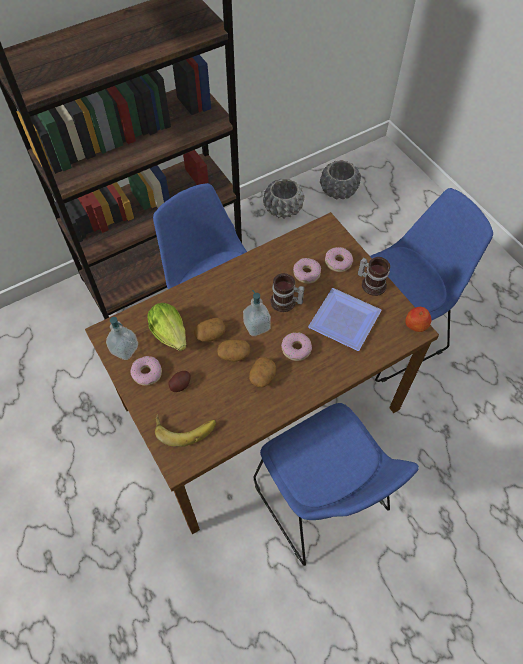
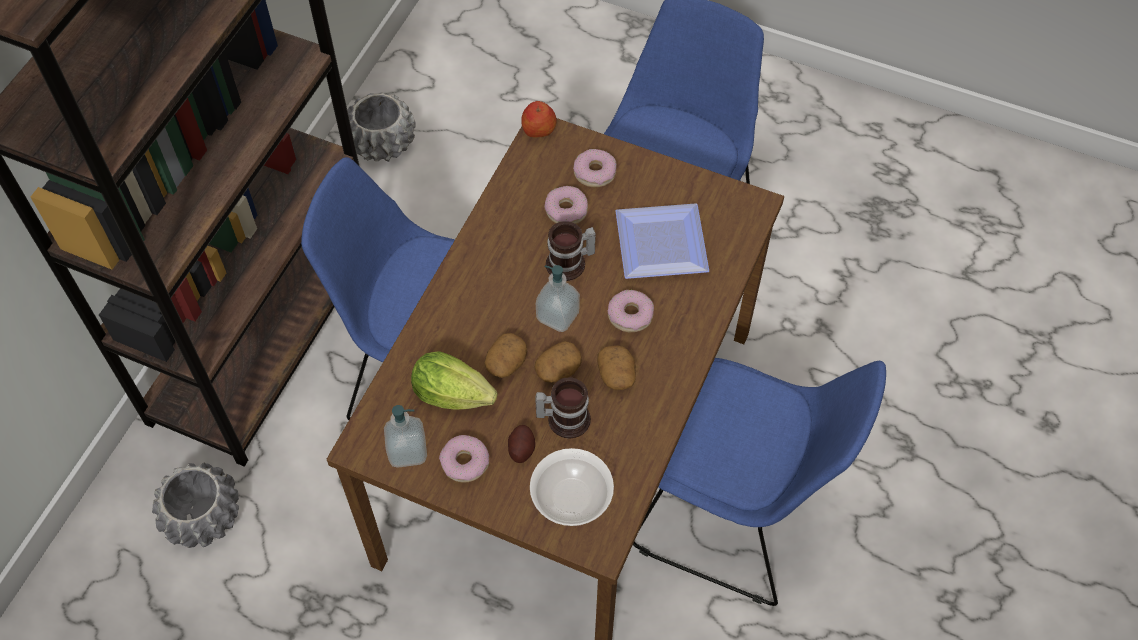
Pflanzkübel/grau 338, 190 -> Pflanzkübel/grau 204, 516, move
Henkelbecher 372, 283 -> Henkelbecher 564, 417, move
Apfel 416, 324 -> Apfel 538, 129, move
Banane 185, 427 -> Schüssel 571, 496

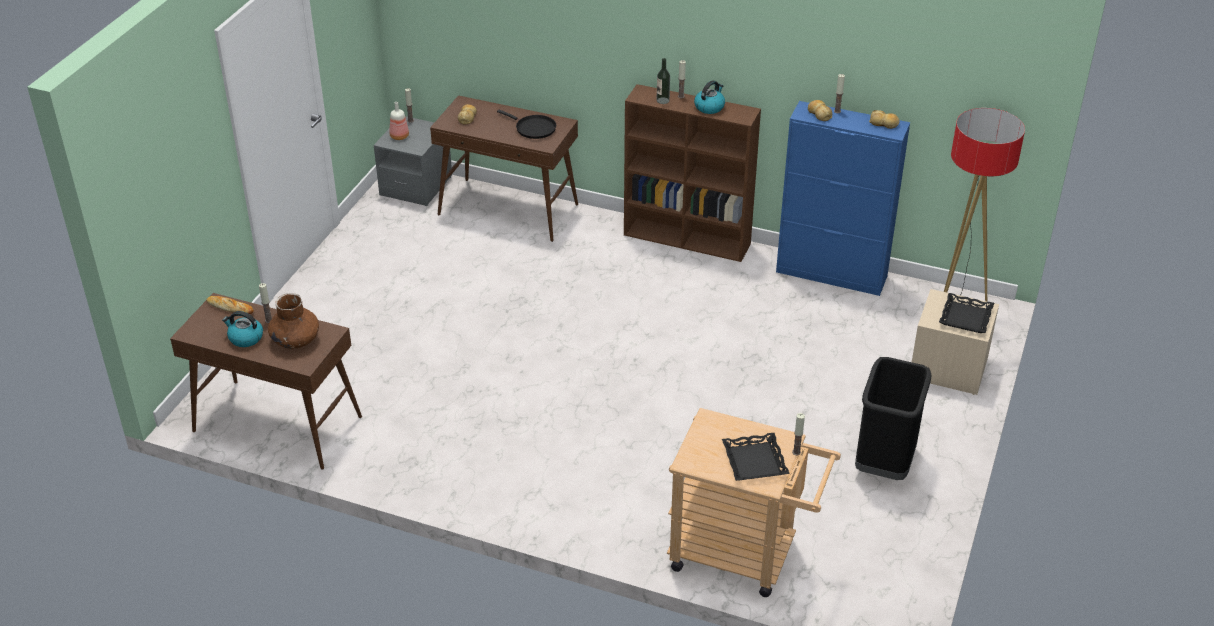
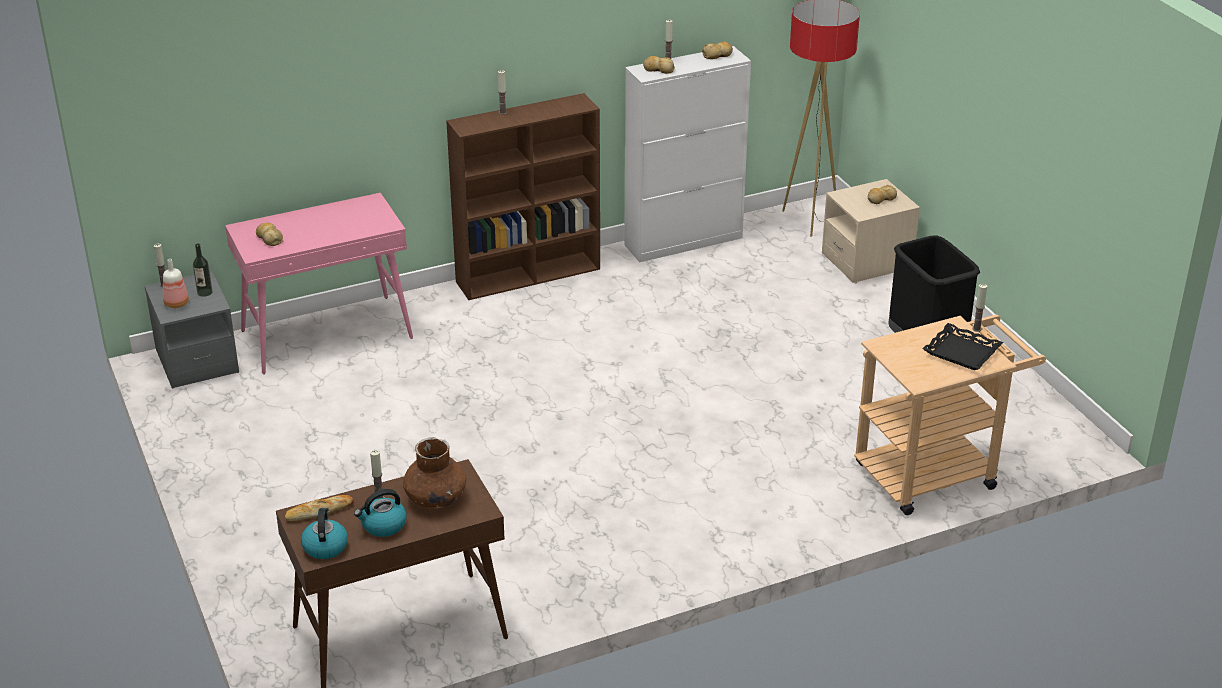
Pfanne/schwarz 533, 128 -> none
Flasche 662, 100 -> Flasche 204, 292, move
Wasserkessel 709, 107 -> Wasserkessel 325, 546, move
Tablett/schwarz 966, 317 -> Brot 881, 199
Konsolentisch/braun 509, 210 -> Konsolentisch/rosa 327, 334
Schrank/blau 832, 274 -> Schrank/weiß 684, 241

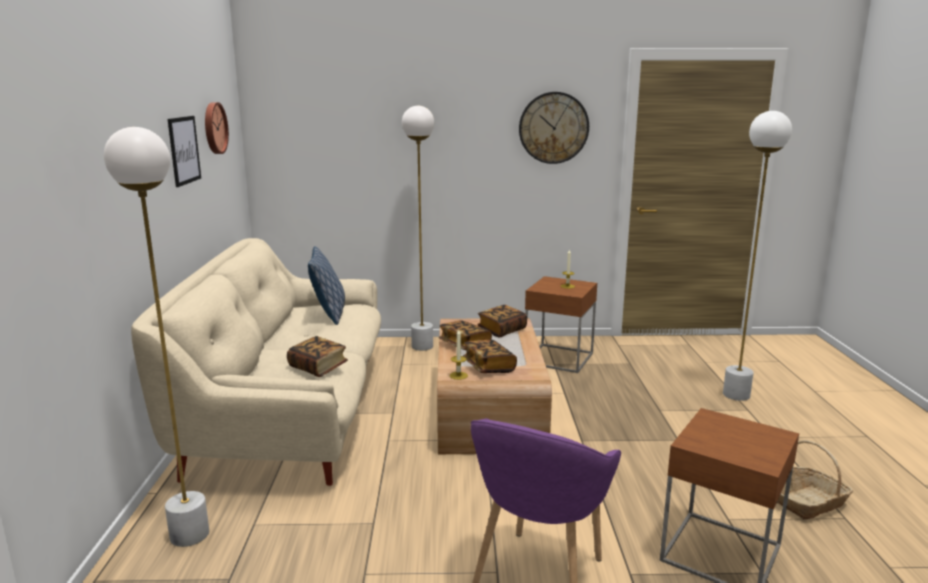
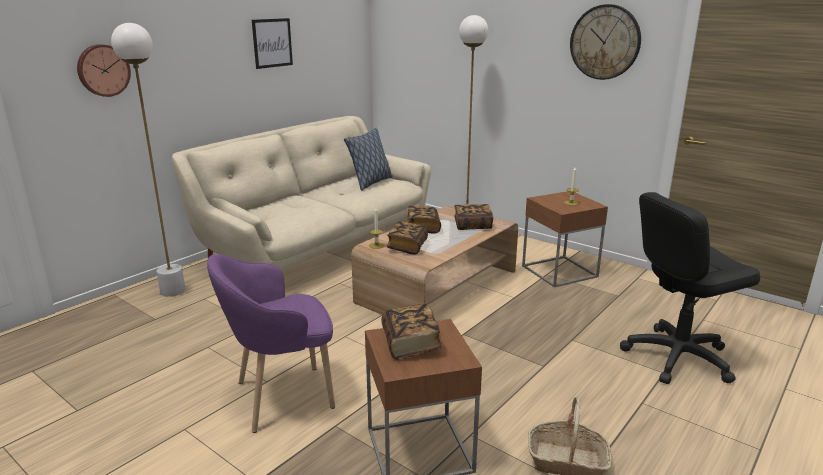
Wanduhr 214, 128 -> Wanduhr 103, 70, move
Buch 318, 367 -> Buch 411, 344, move
Stehlampe/weiß 736, 395 -> Bürostuhl/schwarz 677, 357

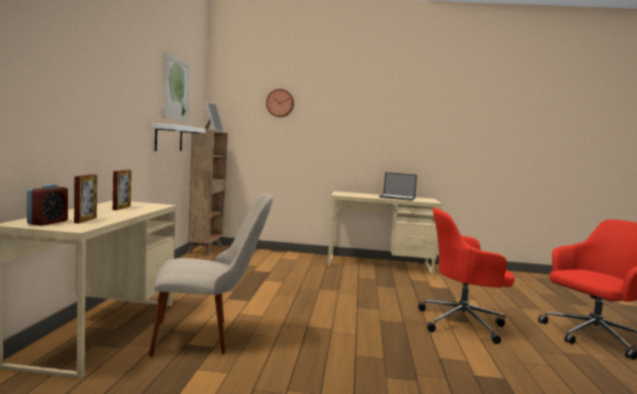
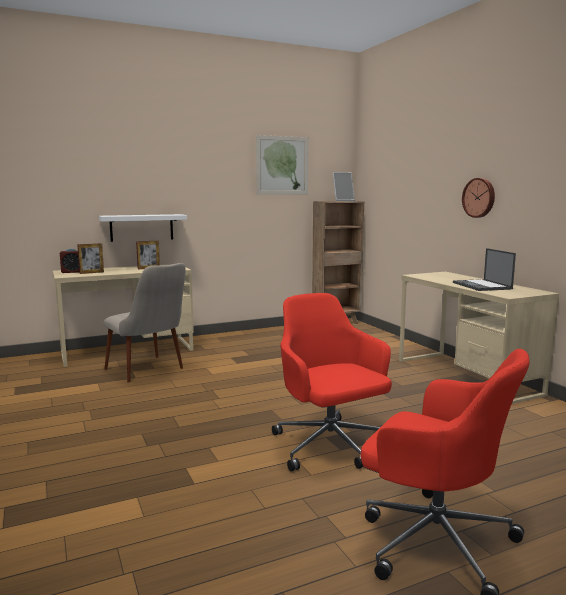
Wandregal/weiß 169, 138 -> Wandregal/weiß 141, 227, move
Wanduhr 280, 103 -> Wanduhr 479, 197, move

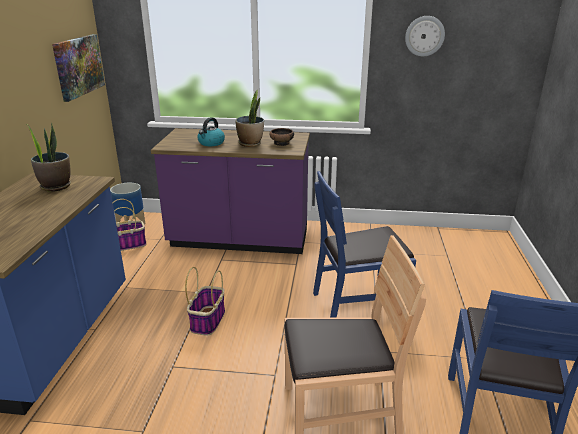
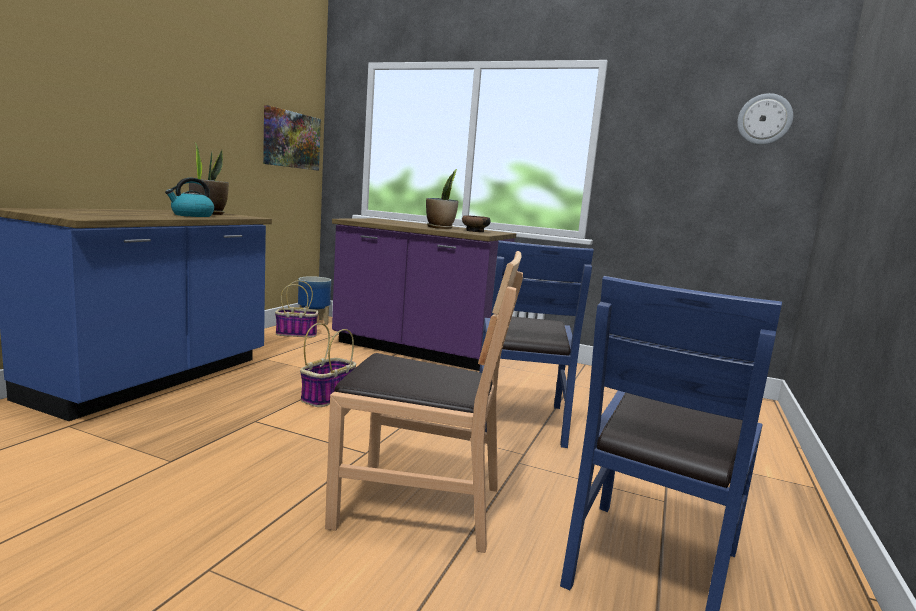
Wasserkessel 211, 143 -> Wasserkessel 192, 215, move
Wanduhr 424, 36 -> Wanduhr 764, 119, move
Stuhl/blau 358, 305 -> Stuhl/blau 520, 420, 90 degrees counterclockwise

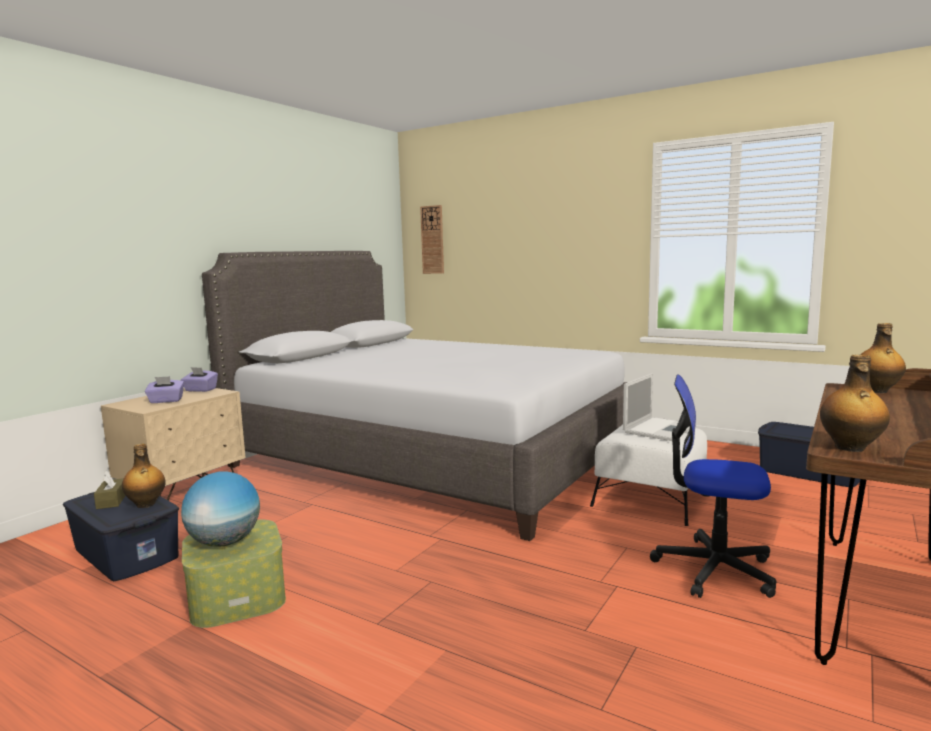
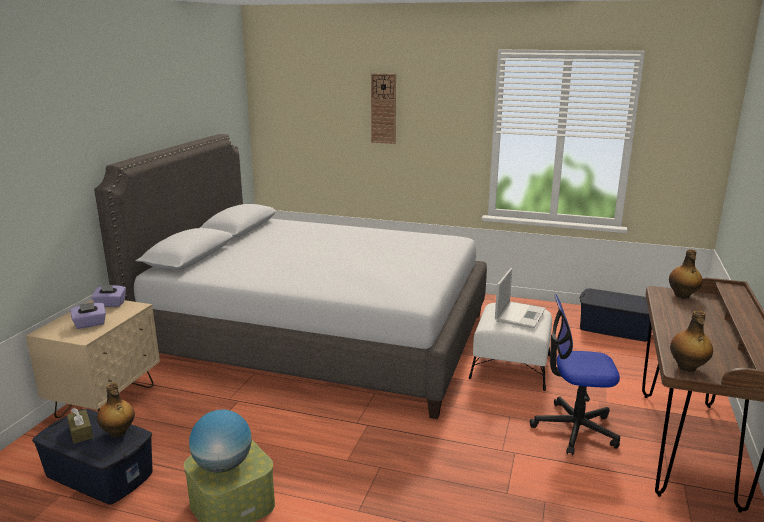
Wanduhr 432, 240 -> Wanduhr 383, 108, move

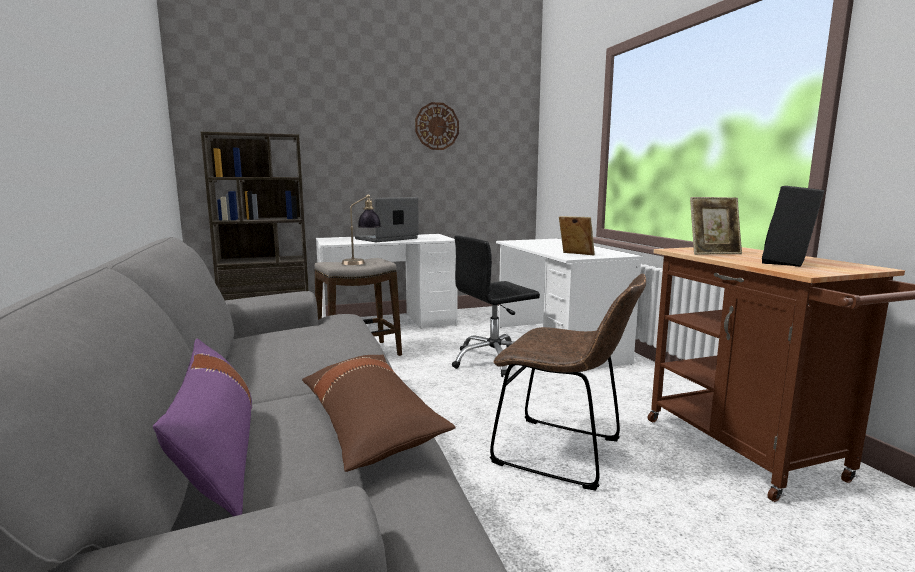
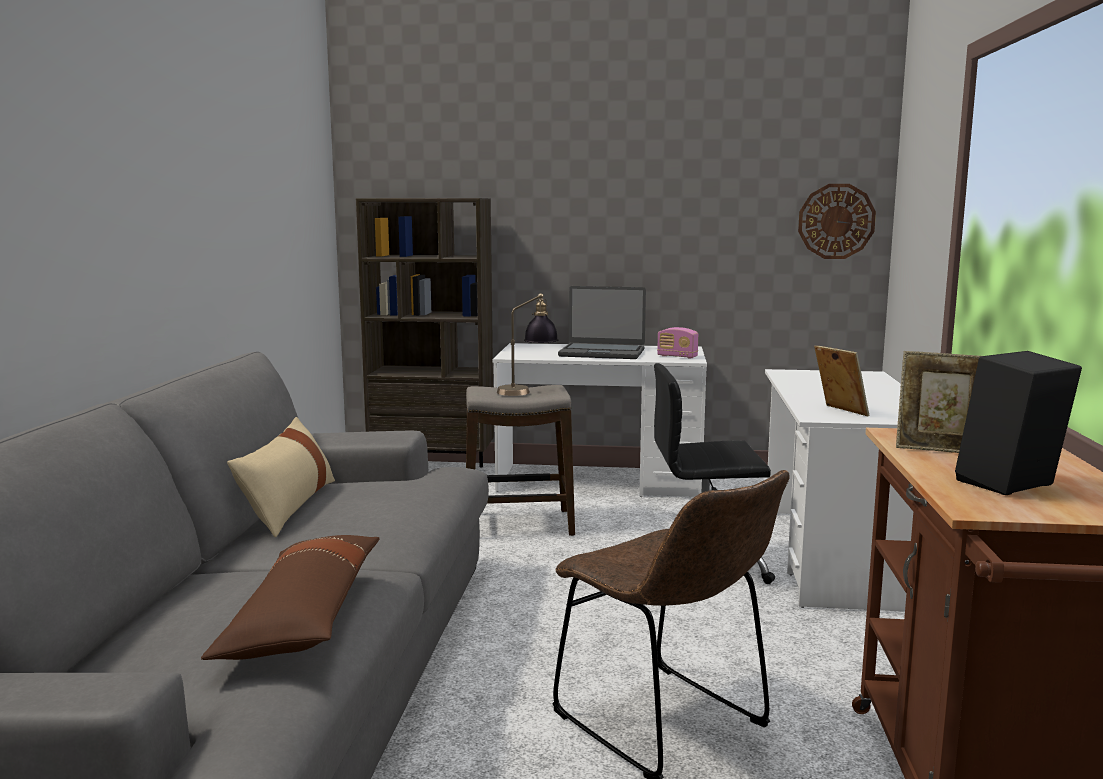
Kissen/lila 219, 457 -> none
none -> Kissen/beige 289, 506
none -> Radio 677, 356
Wanduhr 437, 126 -> Wanduhr 836, 221, move
Laptop 387, 239 -> Laptop 602, 353, 150 degrees counterclockwise

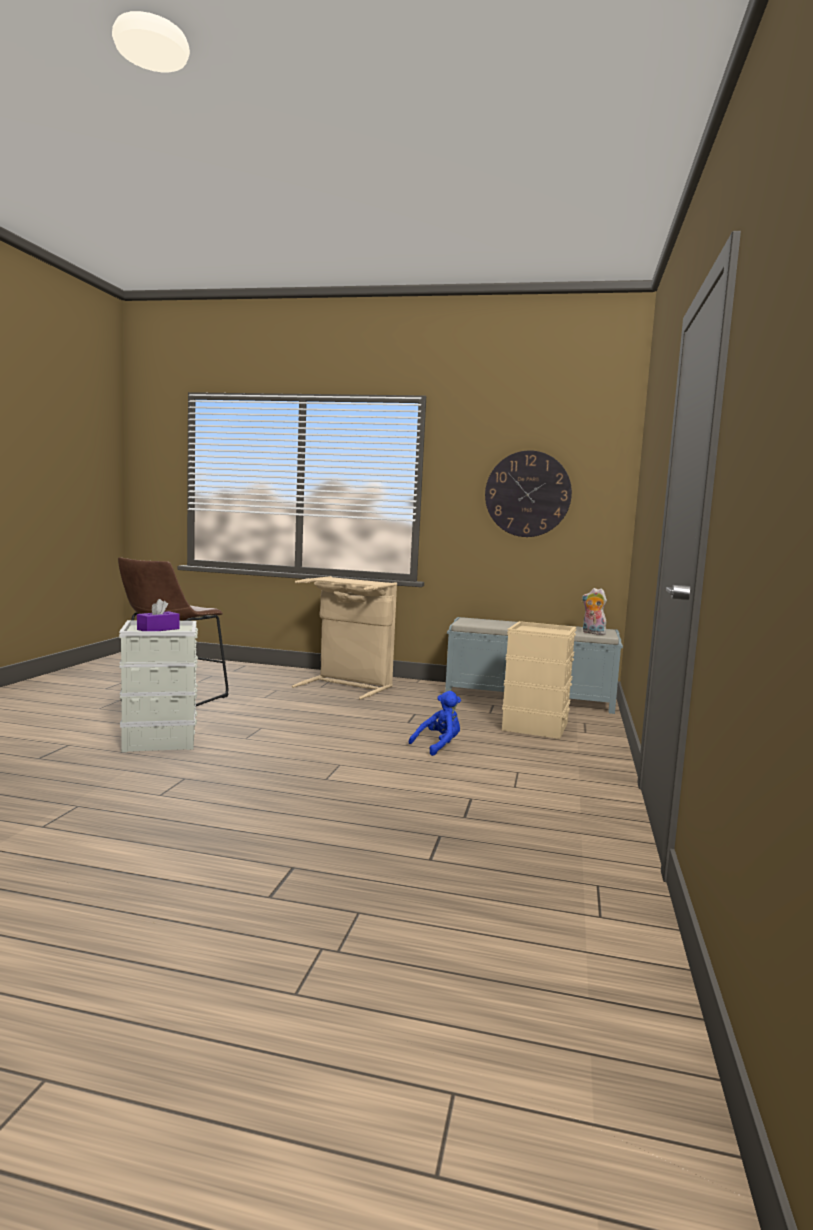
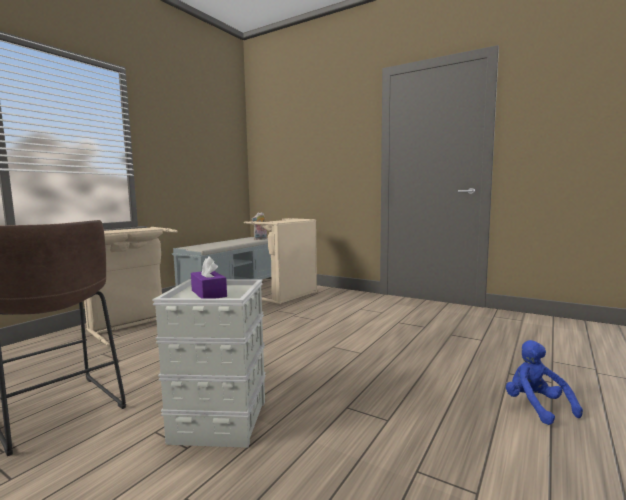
Wanduhr 527, 494 -> none
Plüschtier/blau 438, 746 -> Plüschtier/blau 536, 407, move
Aufbewahrungsbox/beige 534, 727 -> Wäschekorb/beige 287, 296

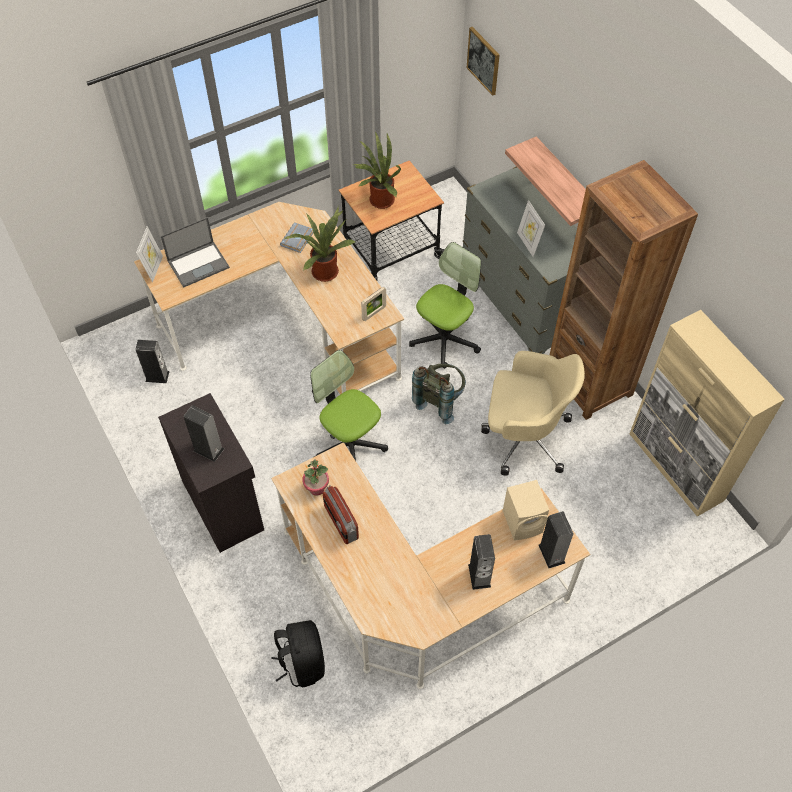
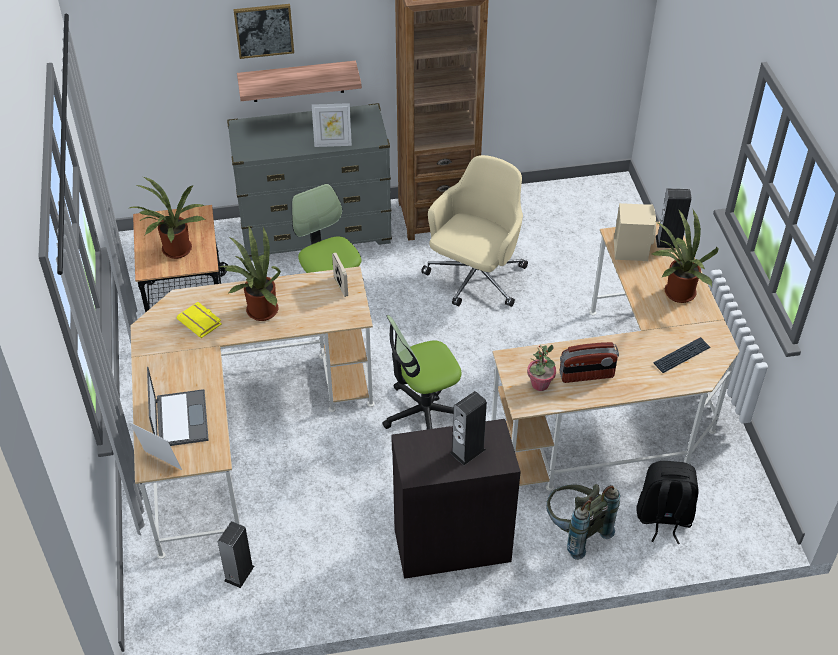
Schrank/beige 676, 467 -> none
none -> Tastatur 682, 356
Rucksack/grau 440, 400 -> Rucksack/grau 575, 531, move
Bild 484, 60 -> Bild 264, 30, move
Lautsprecher 479, 575 -> Topfpflanze 676, 293
Buch/grau 298, 240 -> Buch/gelb 201, 322

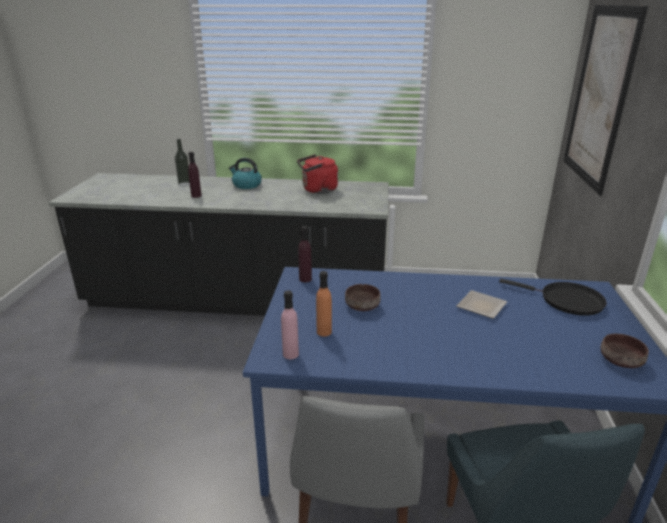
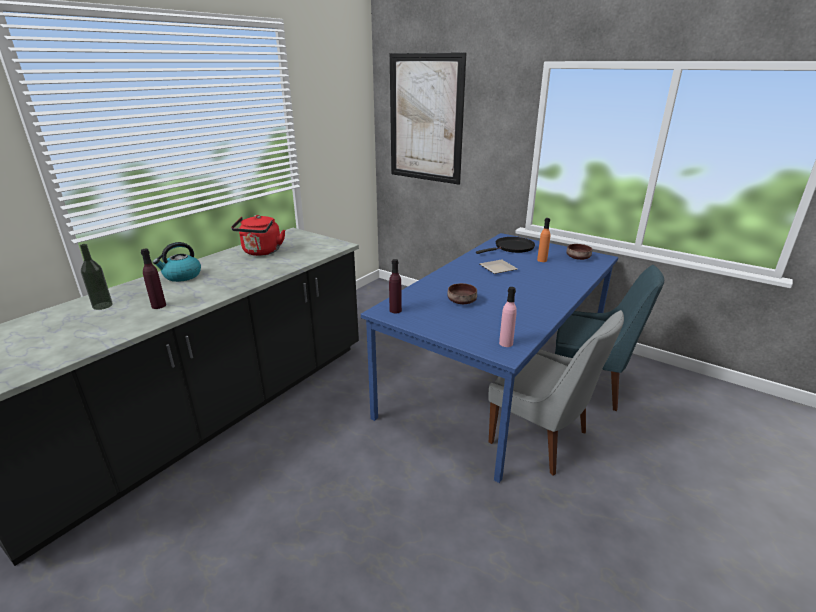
Flasche/orange 324, 332 -> Flasche/orange 542, 260, move

